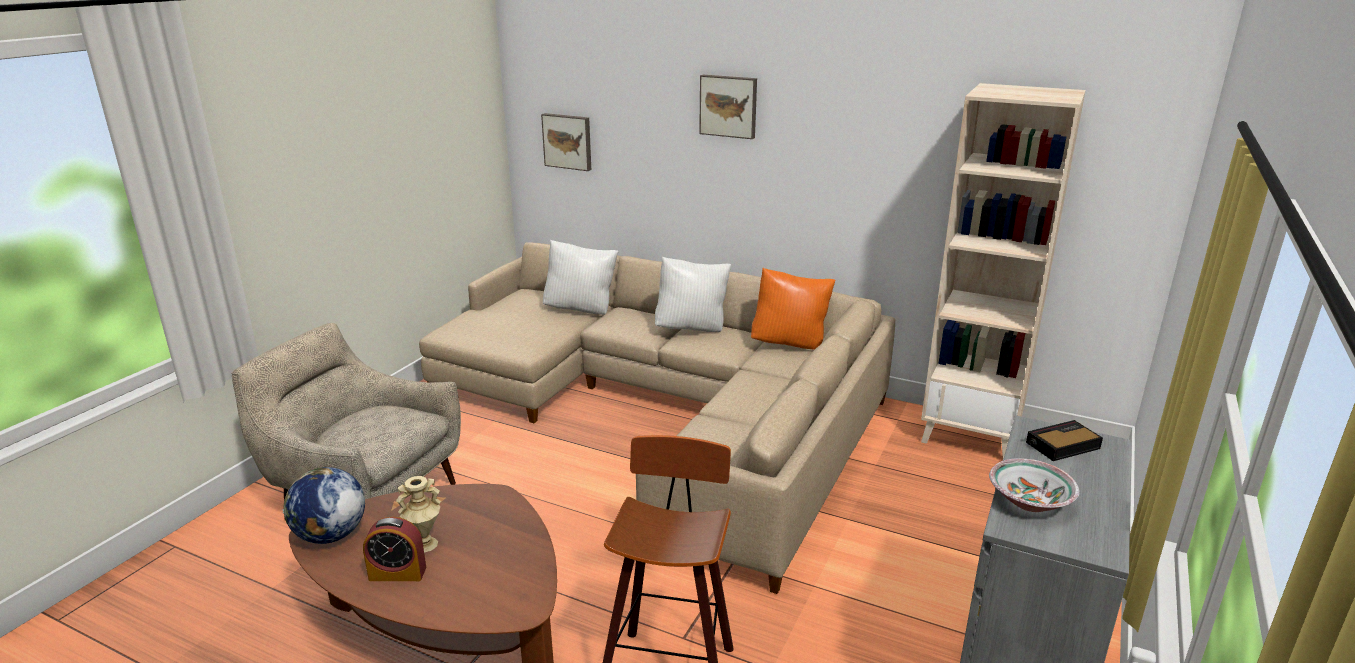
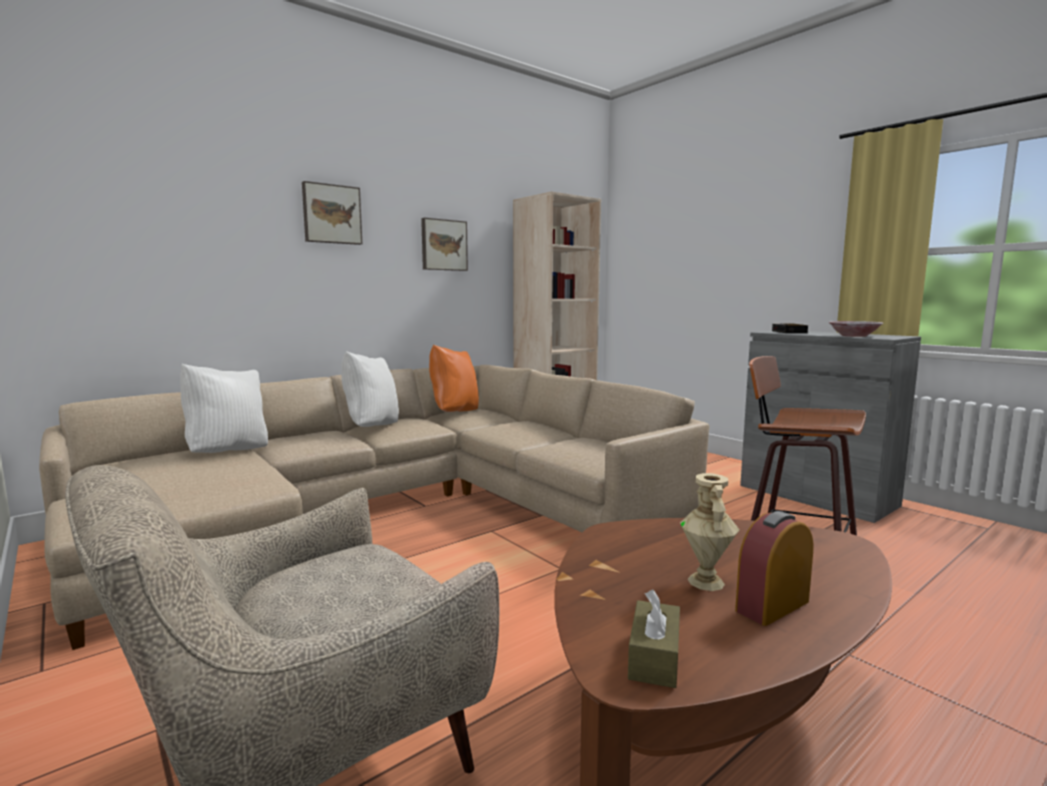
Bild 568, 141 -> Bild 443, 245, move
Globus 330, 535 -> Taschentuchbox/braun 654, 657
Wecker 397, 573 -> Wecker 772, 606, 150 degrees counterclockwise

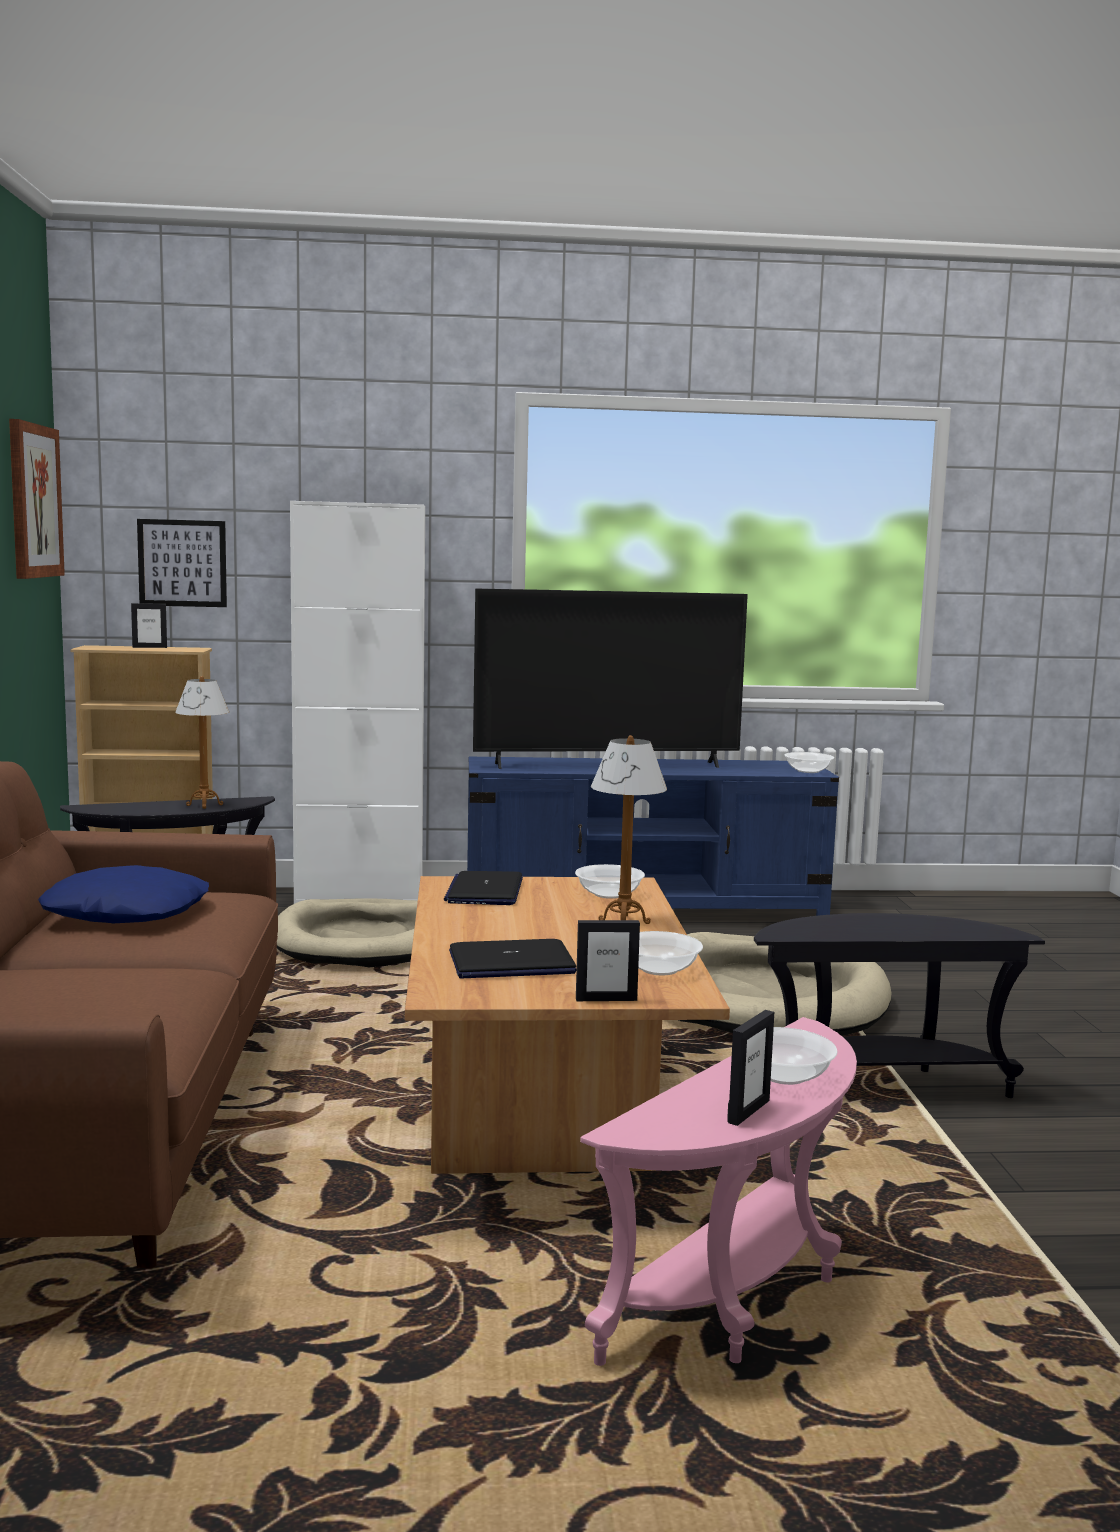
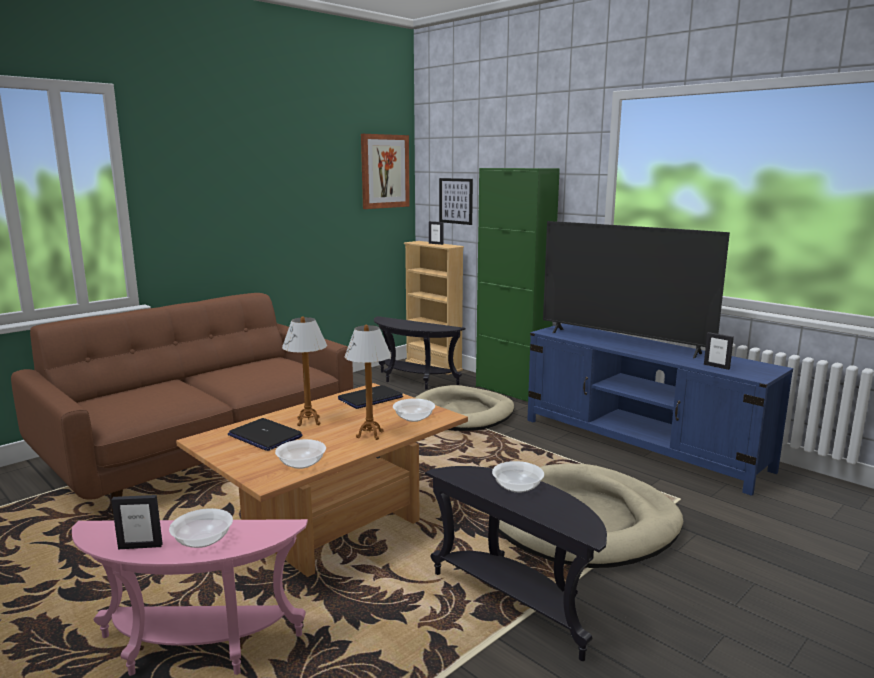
Kissen/blau 127, 912 -> none
Tischlampe 204, 805 -> Tischlampe 309, 421, move
Bilderrahmen 606, 999 -> Bilderrahmen 716, 366, move
Schüssel 808, 771 -> Schüssel 517, 487, move
Schrank/weiß 359, 896 -> Schrank/grün 511, 391

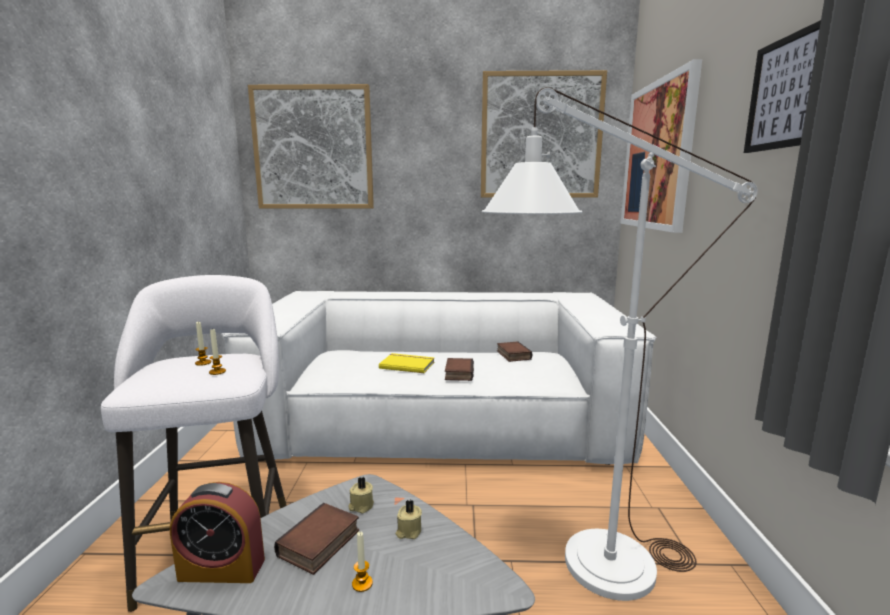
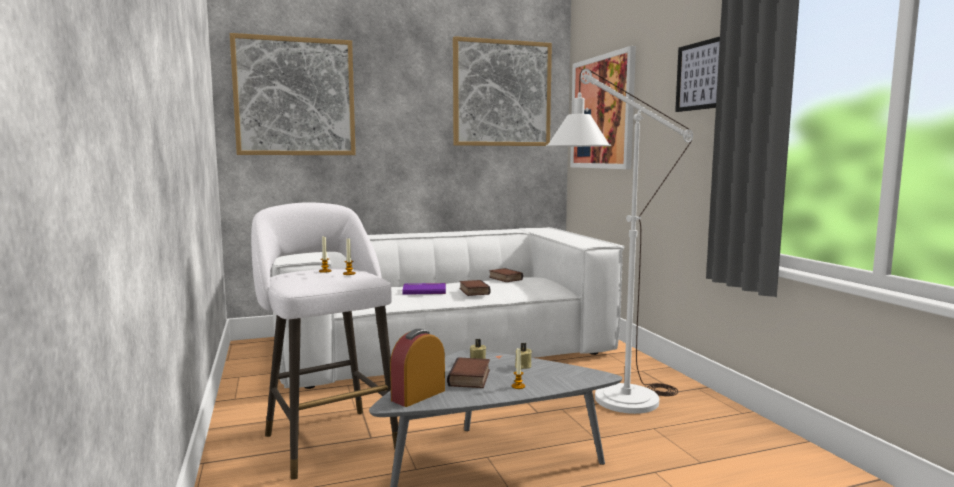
Buch/gelb 407, 364 -> Buch/lila 424, 290
Wecker 222, 569 -> Wecker 418, 395, 150 degrees clockwise

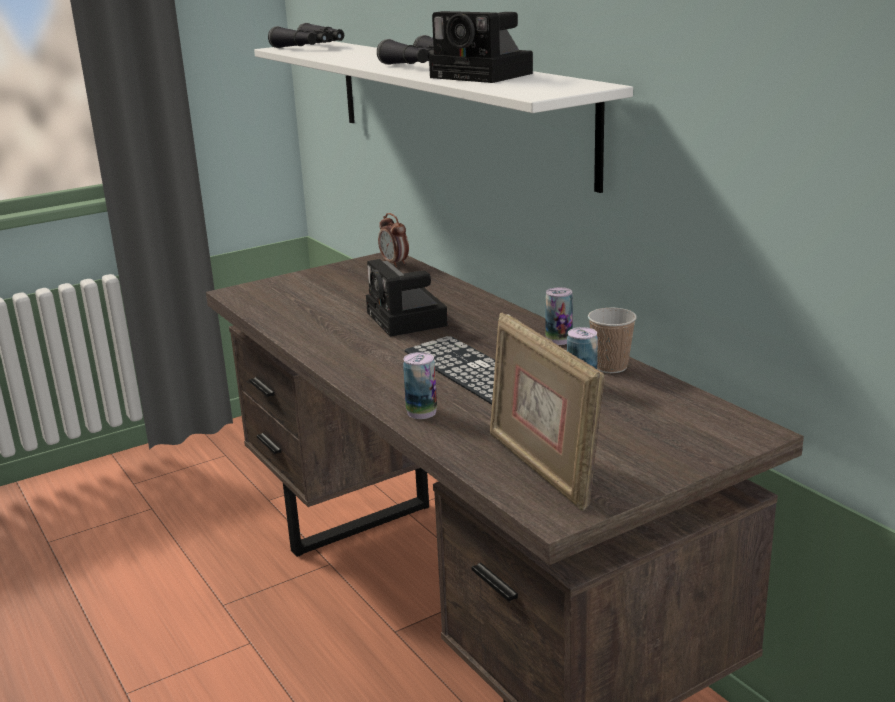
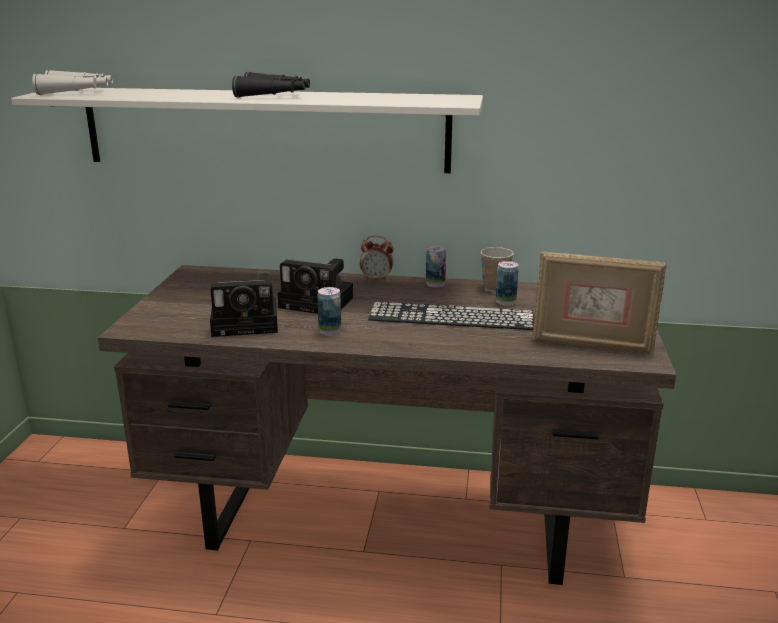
Wecker 394, 263 -> Wecker 376, 279, move
Dose 421, 412 -> Dose 330, 331, move
Kamera 485, 76 -> Kamera 248, 323, move
Fernglas/schwarz 312, 47 -> Fernglas/weiß 77, 92

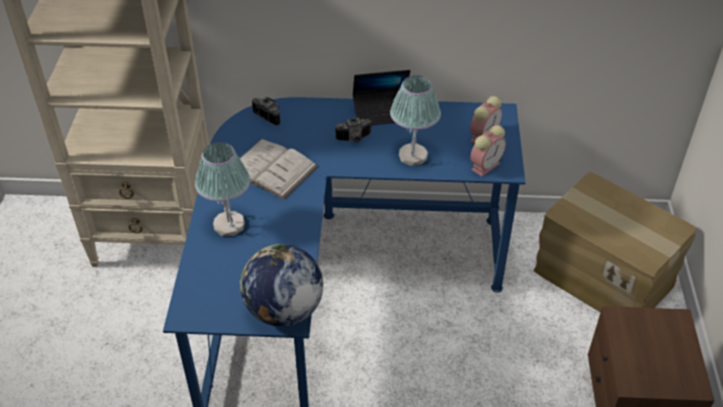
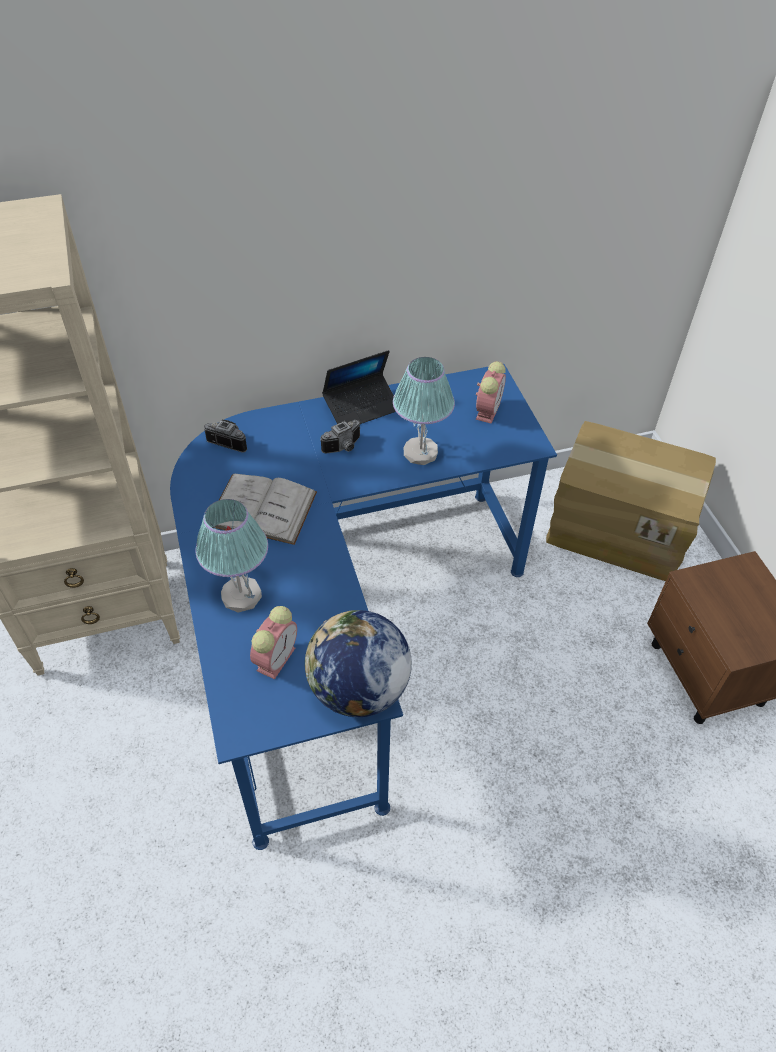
Wecker 486, 165 -> Wecker 276, 657, move

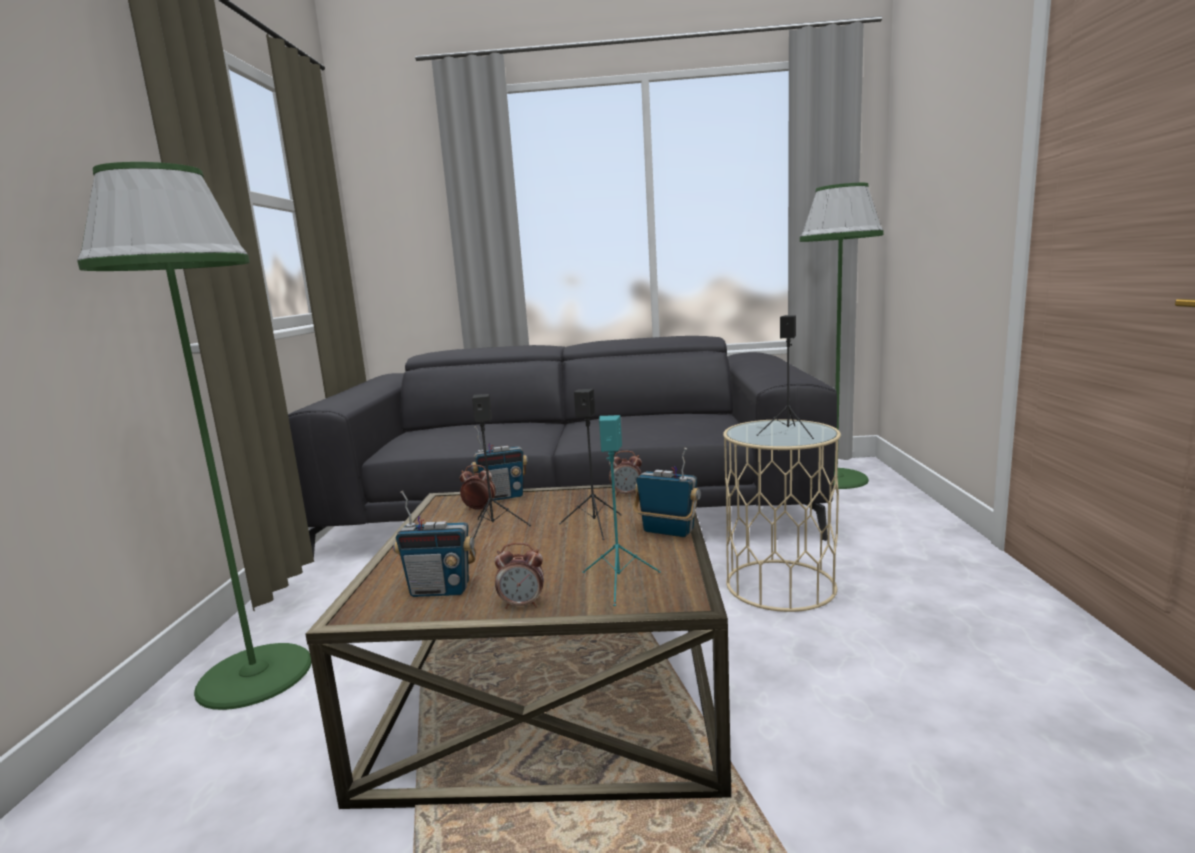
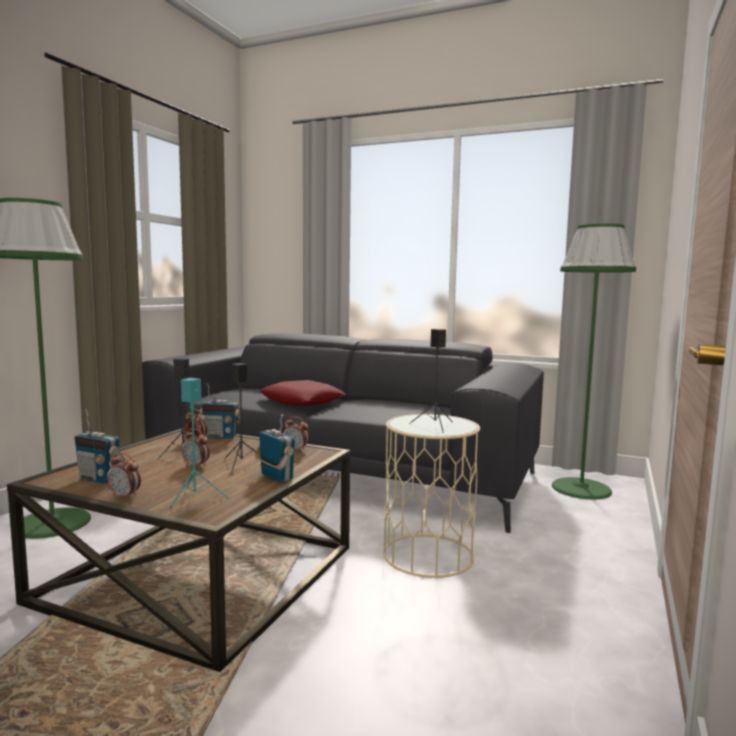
none -> Wecker 196, 466
none -> Kissen/rot 302, 401

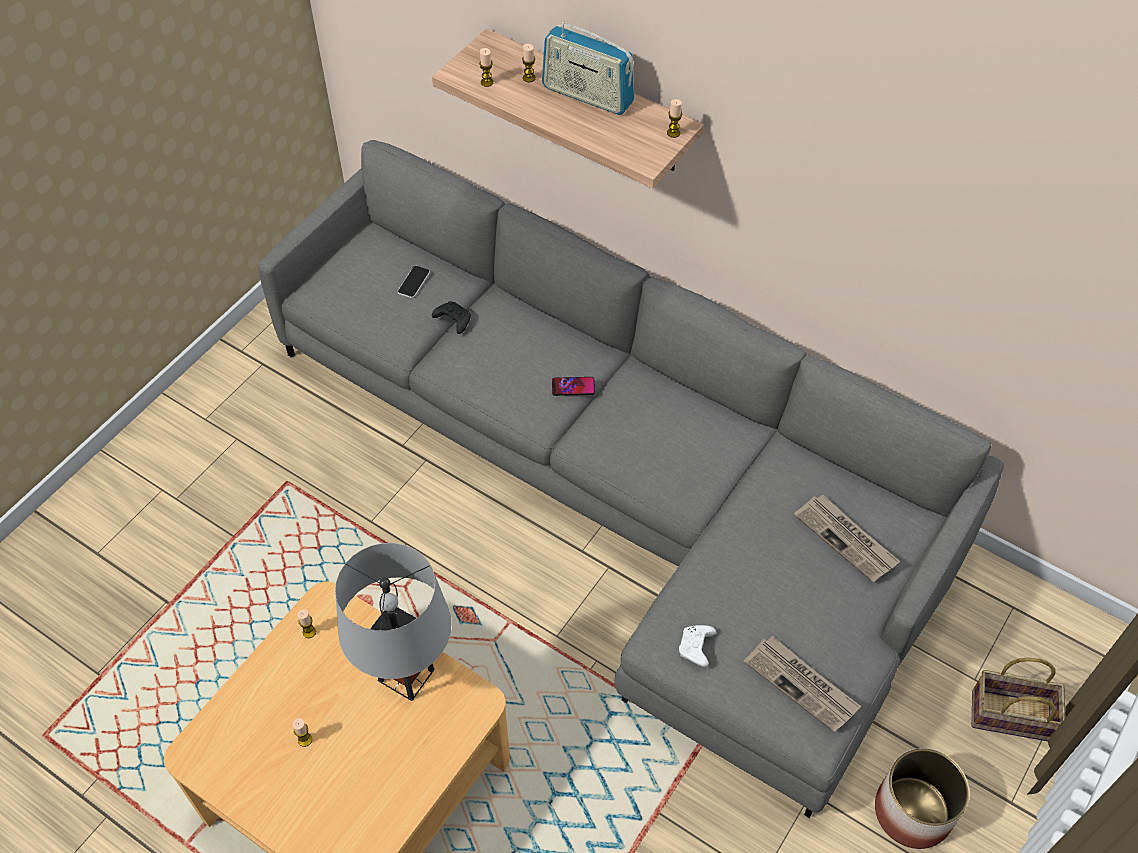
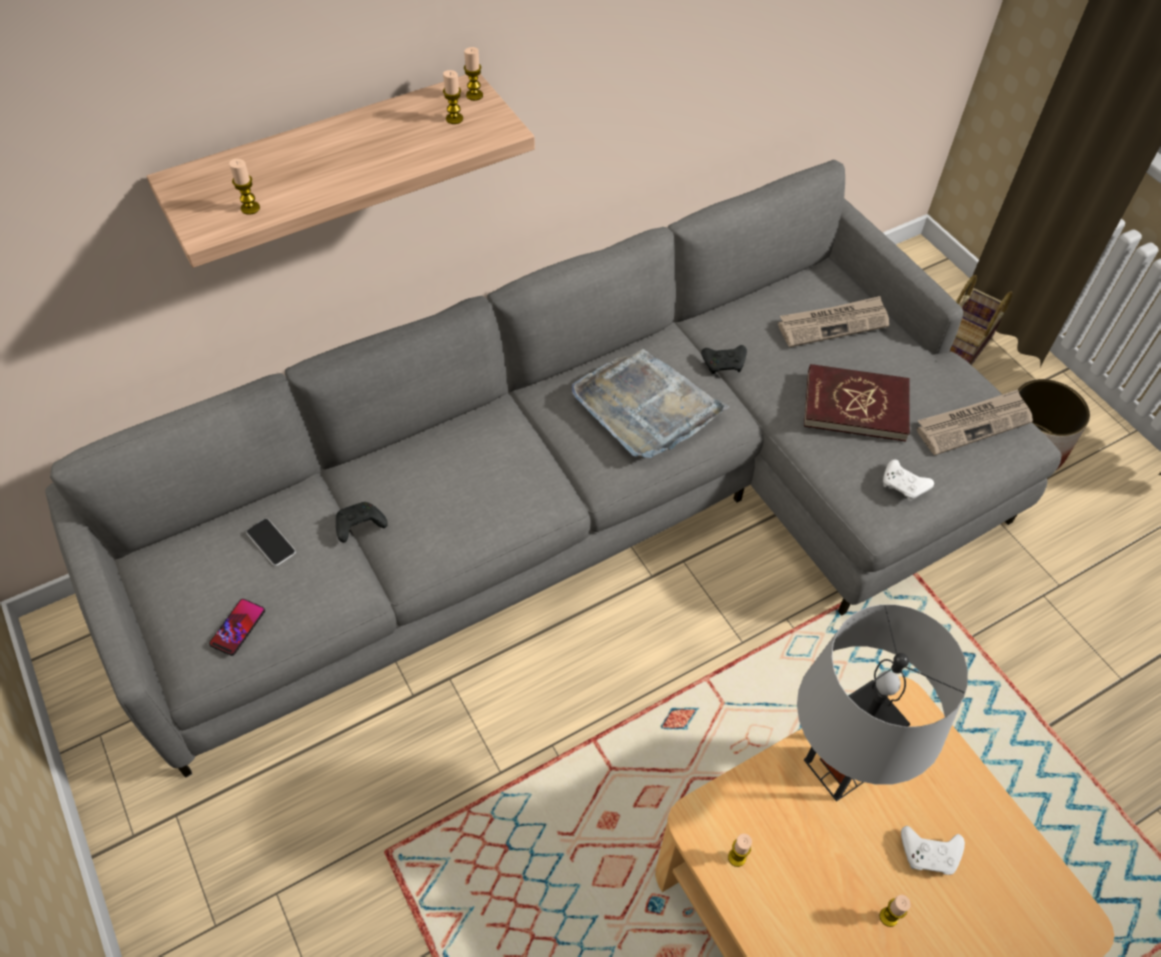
Radio 587, 95 -> none
none -> Tablett/grau 646, 407
none -> Gamepad/schwarz 724, 364
none -> Buch/rot 855, 405
none -> Gamepad/weiß 930, 854
Kerze 529, 78 -> Kerze 454, 119, move
Handy 573, 387 -> Handy 237, 627, move

